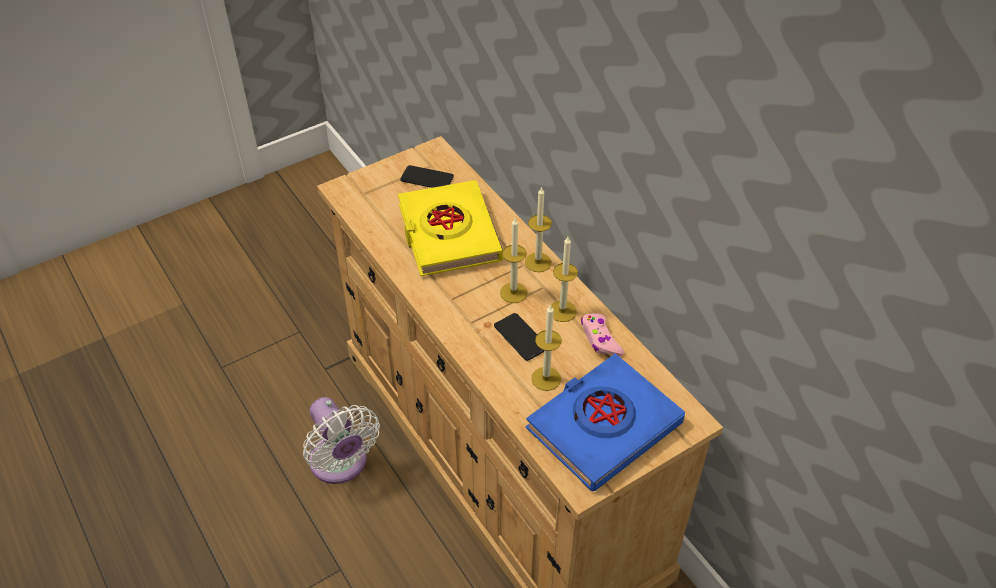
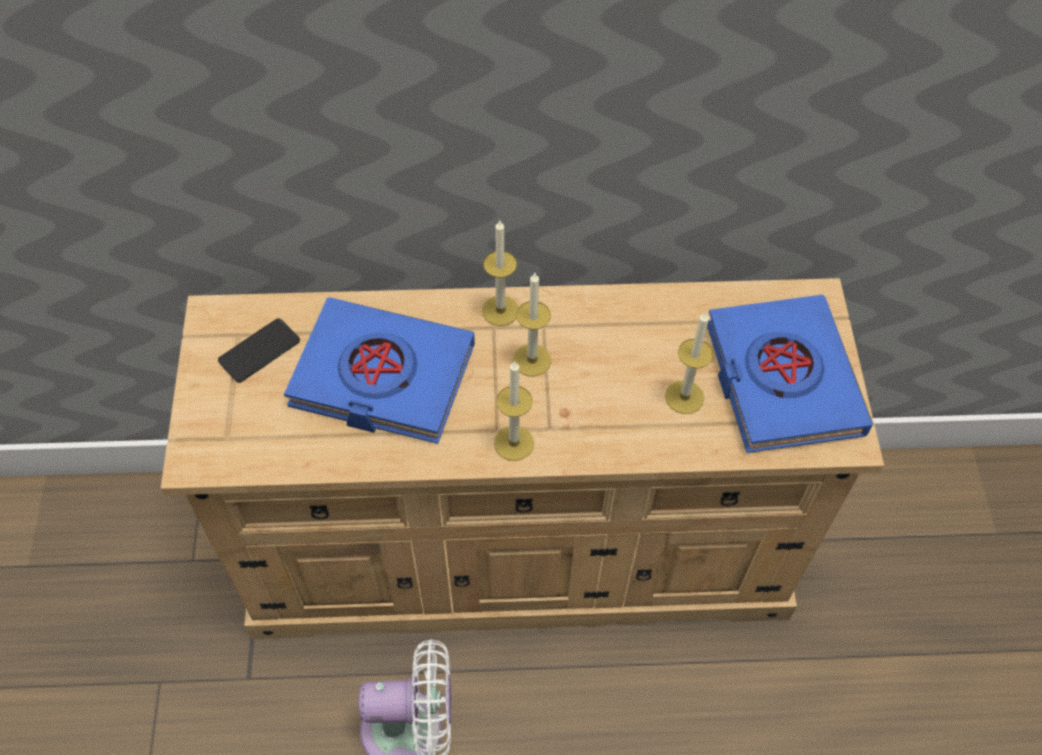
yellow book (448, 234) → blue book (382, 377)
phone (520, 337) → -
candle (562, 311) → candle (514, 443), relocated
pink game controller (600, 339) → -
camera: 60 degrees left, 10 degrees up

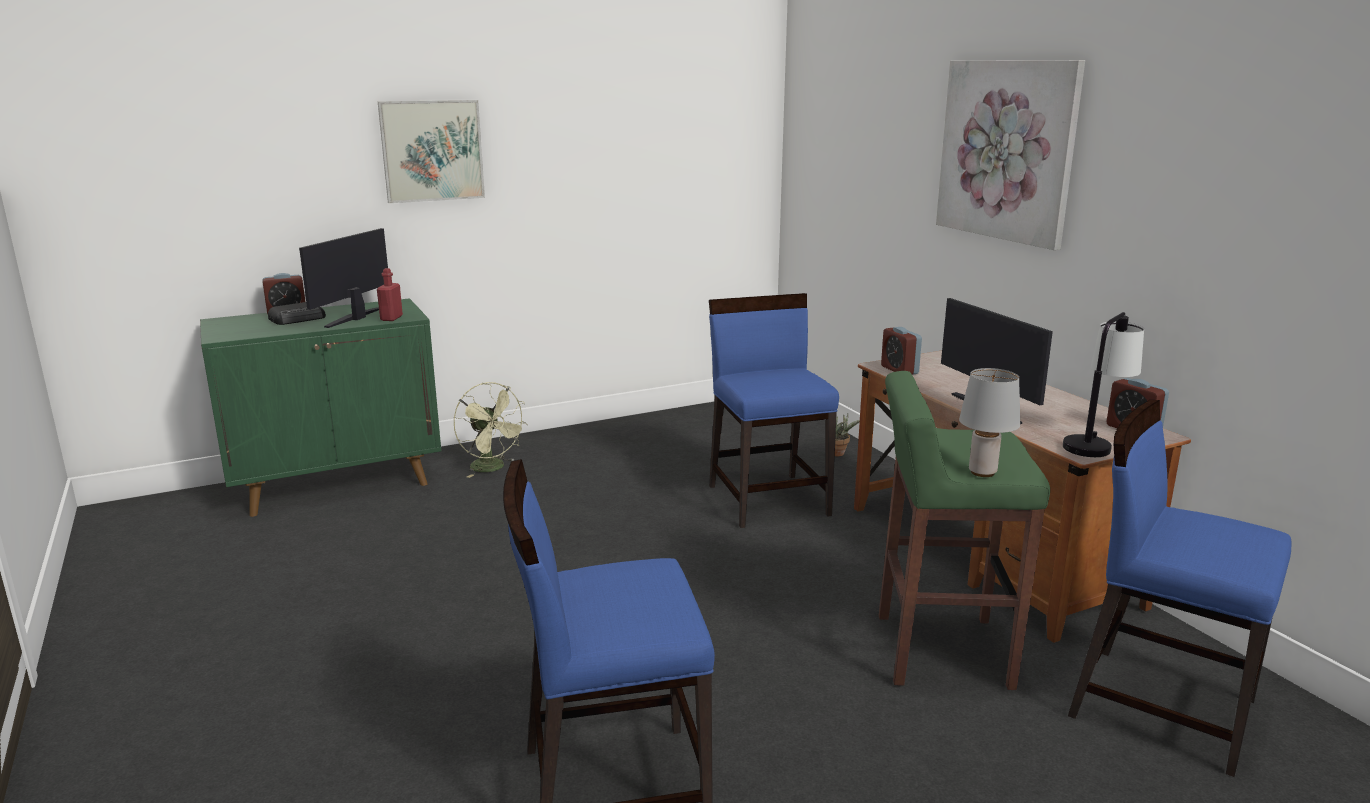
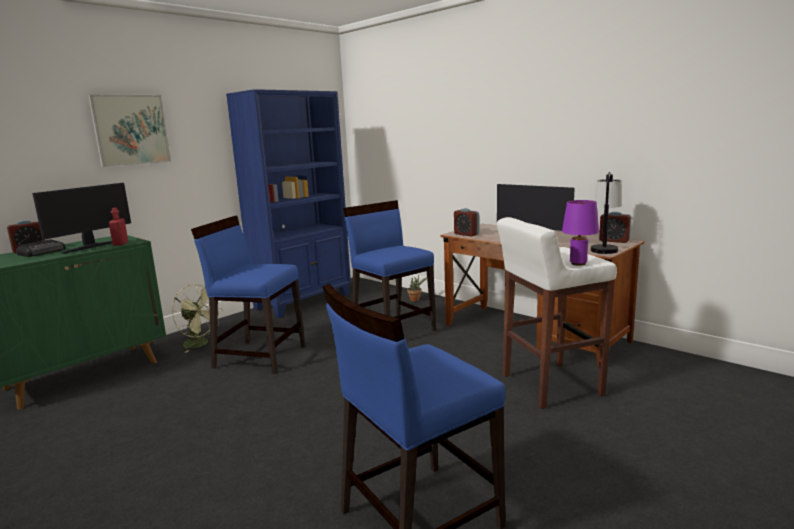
monitor (356, 318) → monitor (91, 246), 150 degrees counterclockwise
green stool (940, 651) → white stool (549, 385)
picture (1006, 150) → -
grey table lamp (982, 472) → purple table lamp (578, 263)
blue chair (1160, 706) → blue chair (259, 356), relocated
- → blue bookcase (304, 301)
camera: 20 degrees left, 5 degrees down

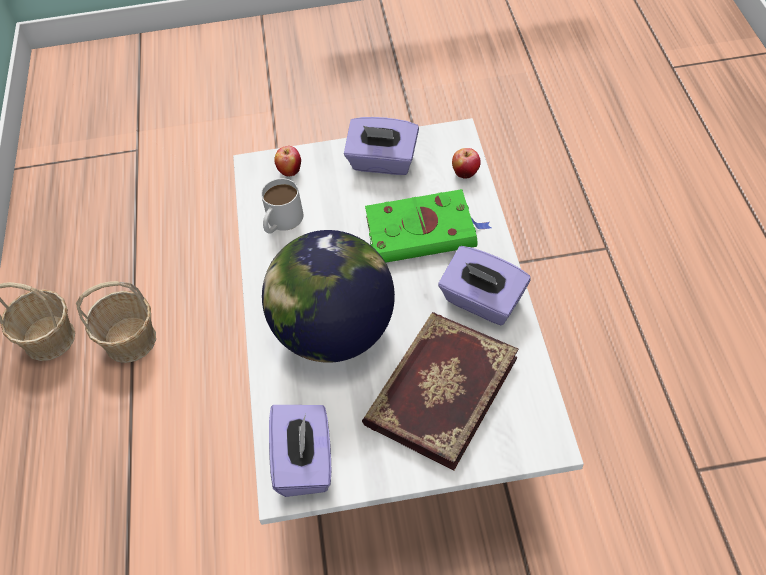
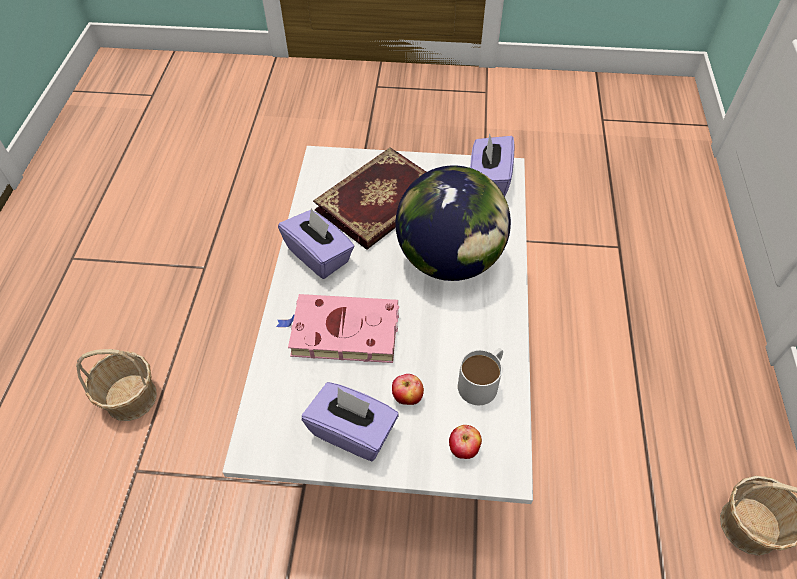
basket (131, 340) → basket (131, 397), relocated
green book (423, 231) → pink book (341, 332)
apple (465, 173) → apple (407, 398), relocated
camera: 170 degrees left, 0 degrees up

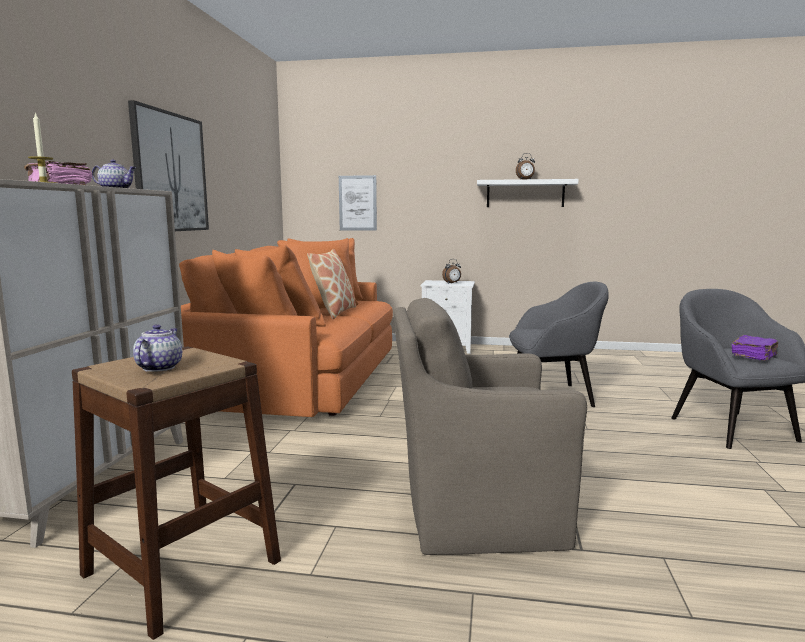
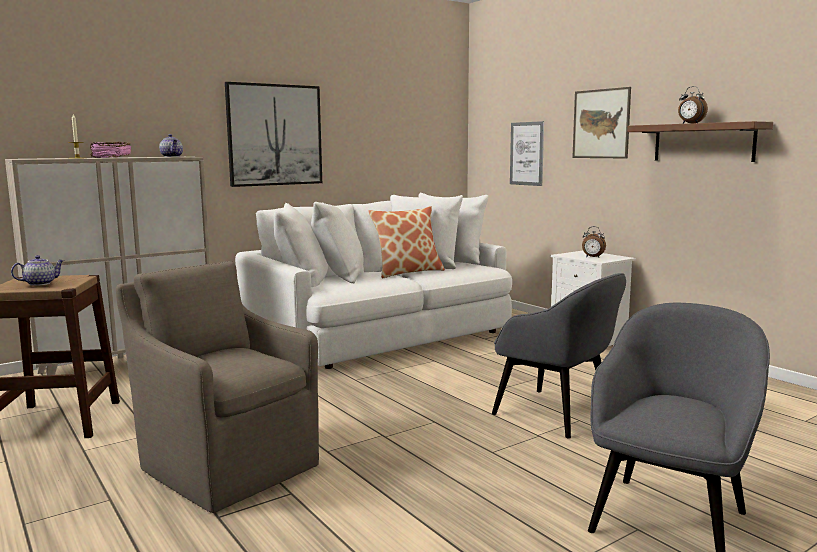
orange sofa (297, 378) → white sofa (379, 333)
white shelf (525, 194) → brown shelf (703, 142)
purple book (754, 356) → -
- → picture (601, 124)
camera: 45 degrees right, 0 degrees up

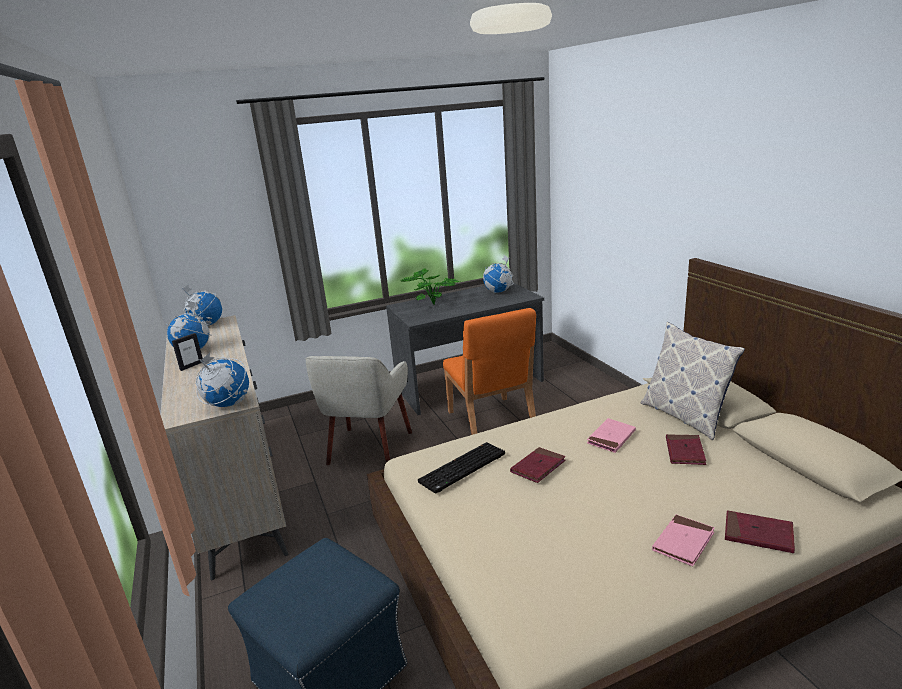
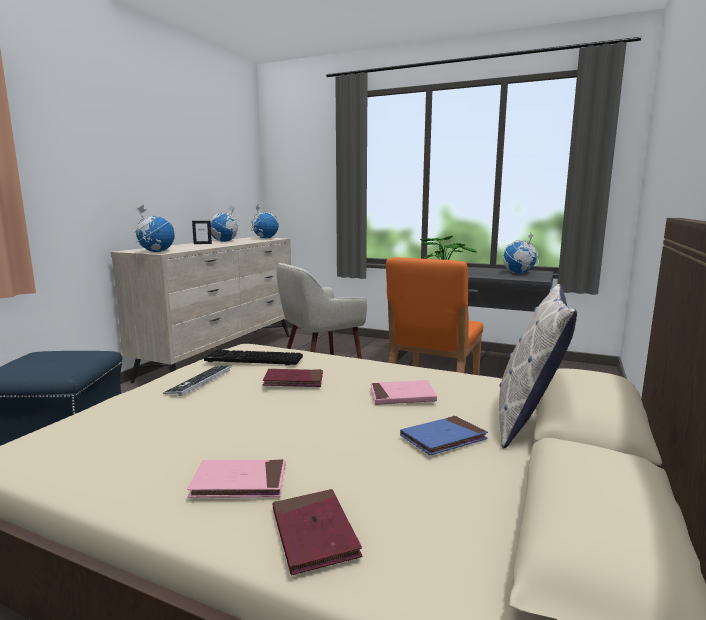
red book (684, 452) → blue book (443, 438)
- → keyboard (199, 381)
camera: 45 degrees right, 10 degrees down

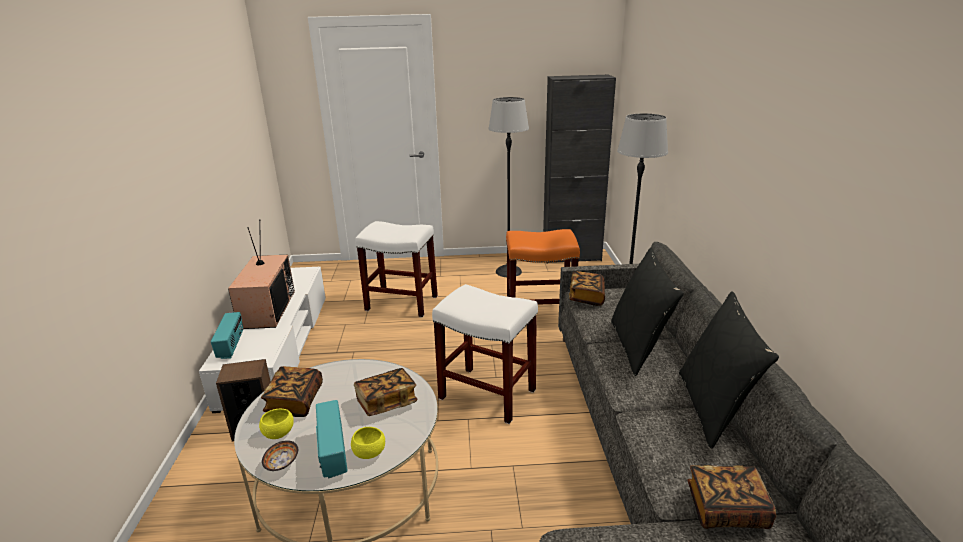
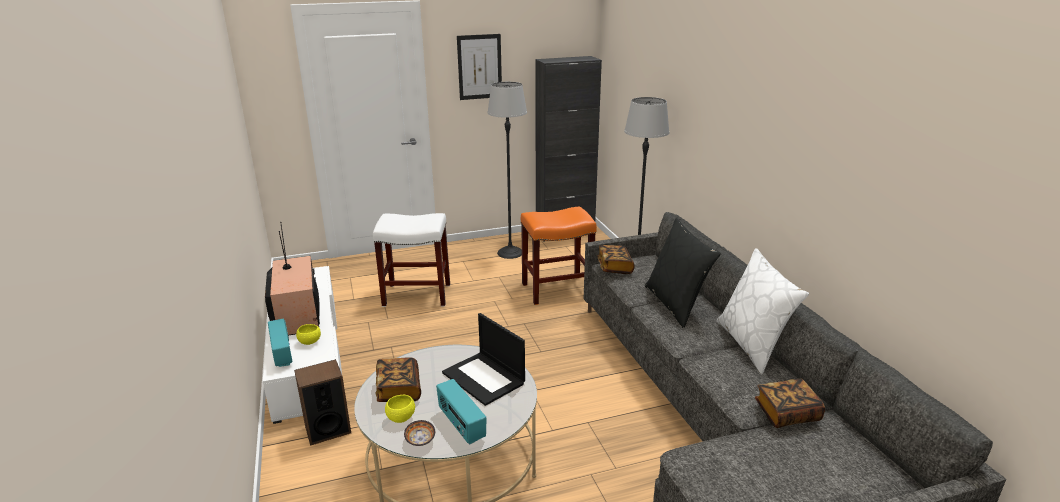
yellow bowl (369, 453) → yellow bowl (310, 342), relocated
book (386, 402) → laptop (484, 378)
white stool (488, 394) → -
black pillow (713, 408) → white pillow (752, 344)
- → picture (479, 67)
camera: 15 degrees left, 0 degrees up

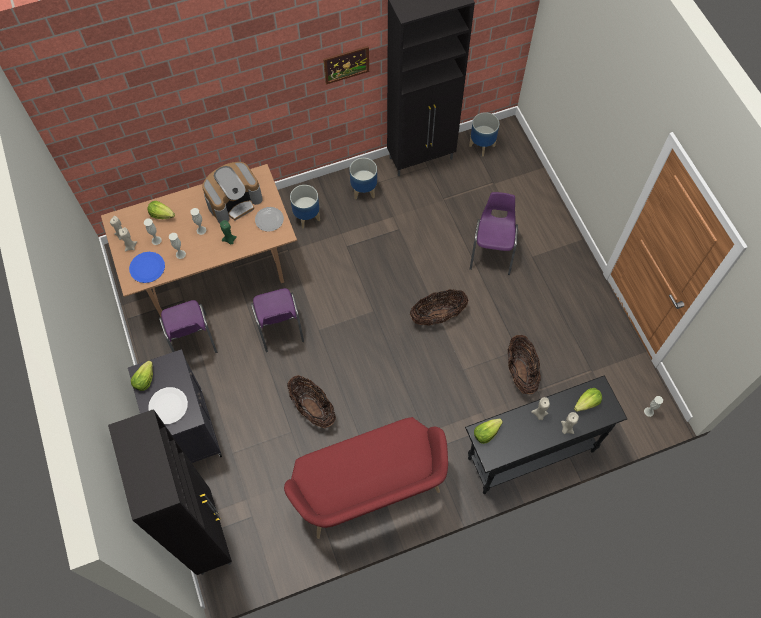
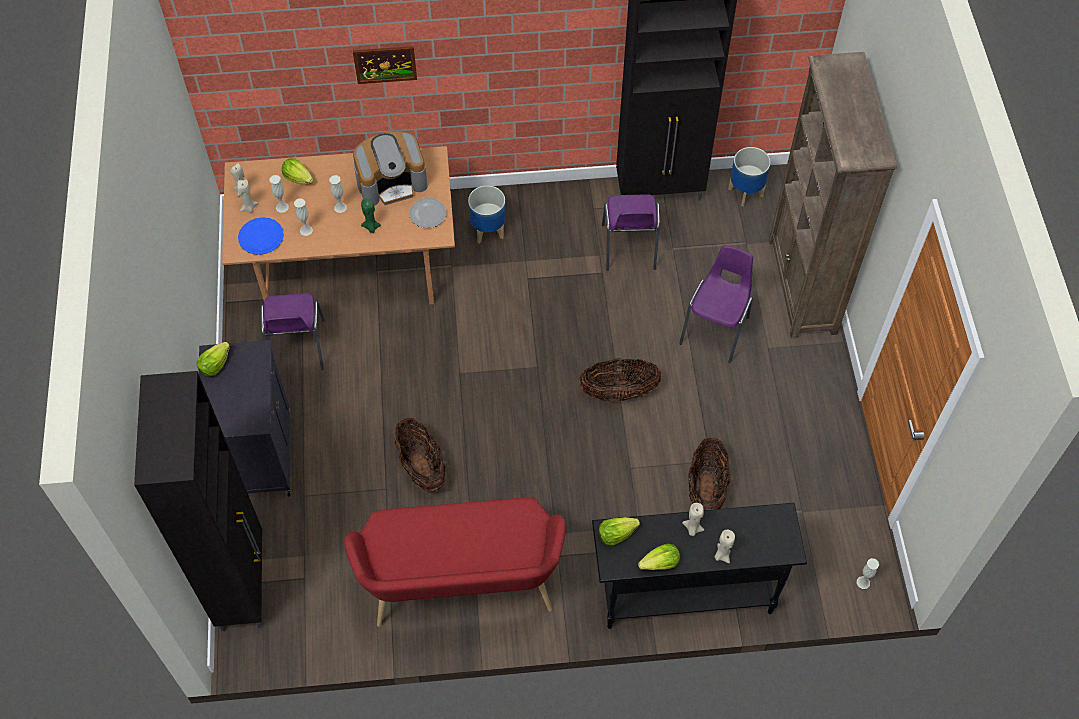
white plate (168, 406) → -
purple chair (279, 328) → purple chair (629, 248), relocated
picture (346, 64) → picture (385, 64), relocated
planter (364, 190) → -
lettuce (587, 403) → lettuce (660, 563), relocated
- → brown bookcase (802, 286)
camera: 15 degrees right, 5 degrees down

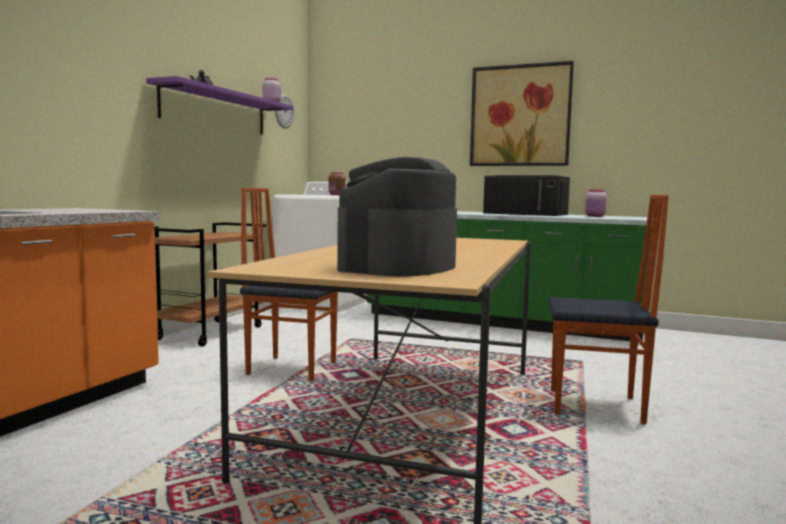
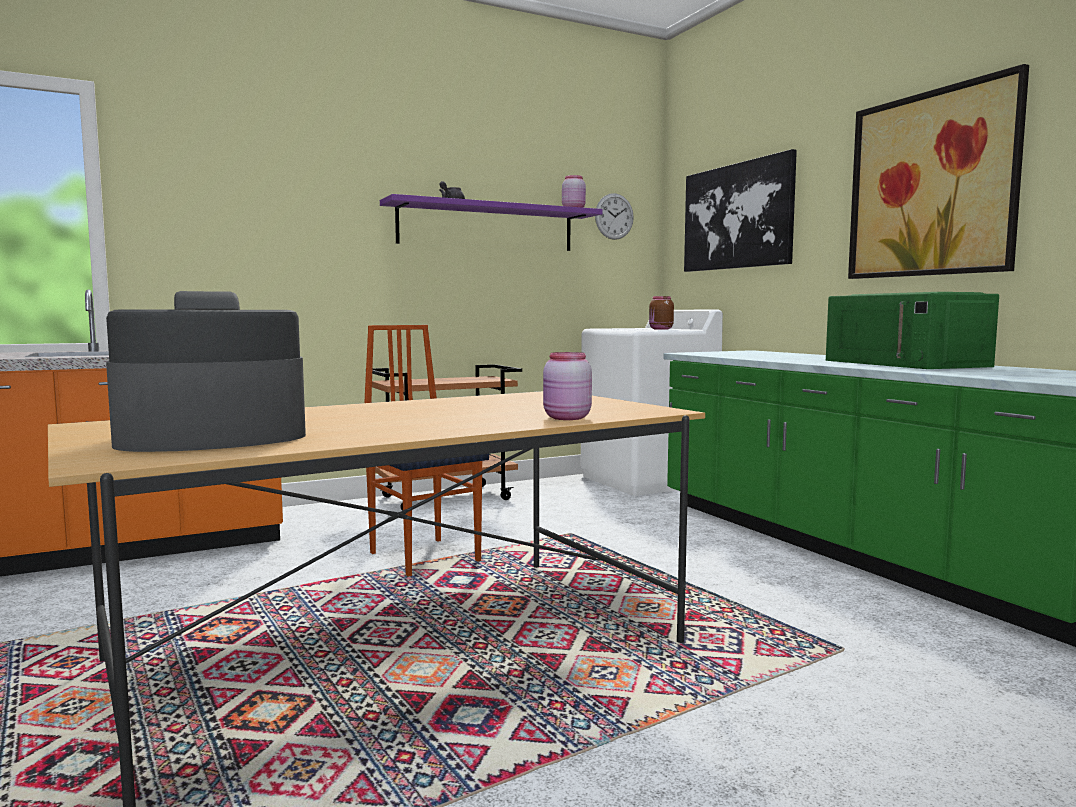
black microwave (526, 214) → green microwave (906, 363)
chair (596, 407) → -
pink jar (595, 216) → pink jar (566, 418), relocated
- → picture (737, 216)
camera: 40 degrees right, 0 degrees up

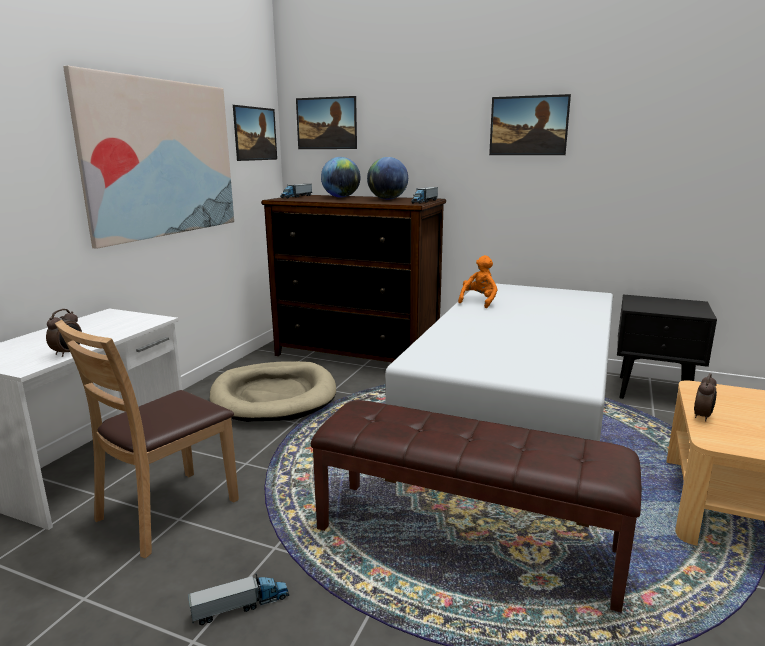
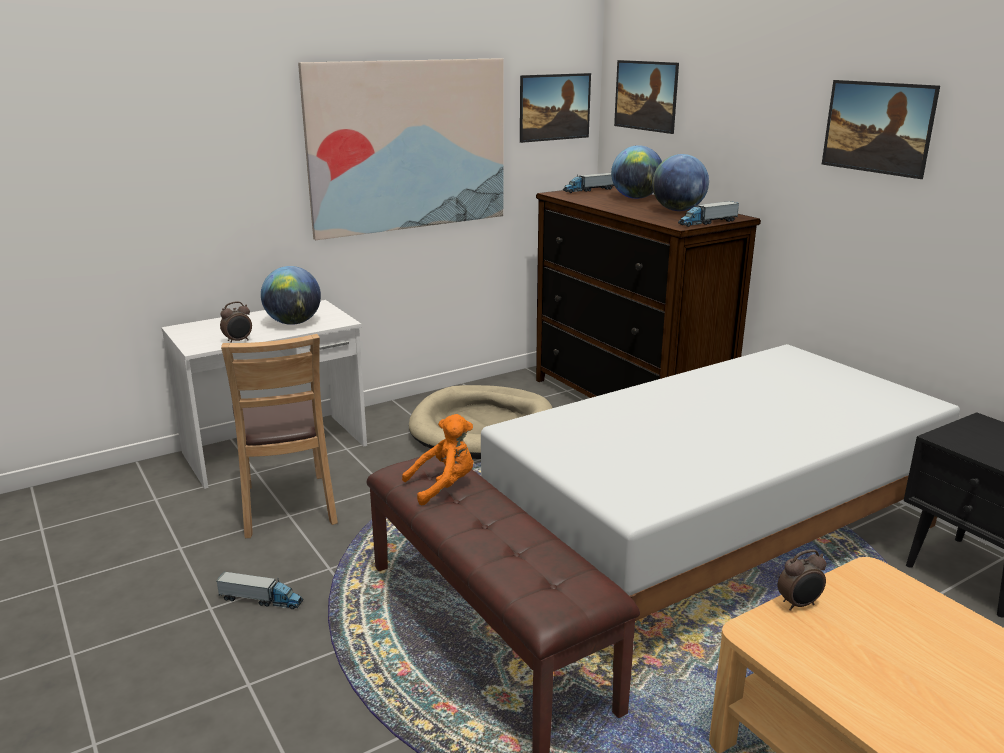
brown chair (167, 511) → brown chair (287, 506), 90 degrees counterclockwise
orange plush toy (479, 301) → orange plush toy (444, 486), relocated
- → globe (293, 323)
camera: 35 degrees right, 5 degrees up

